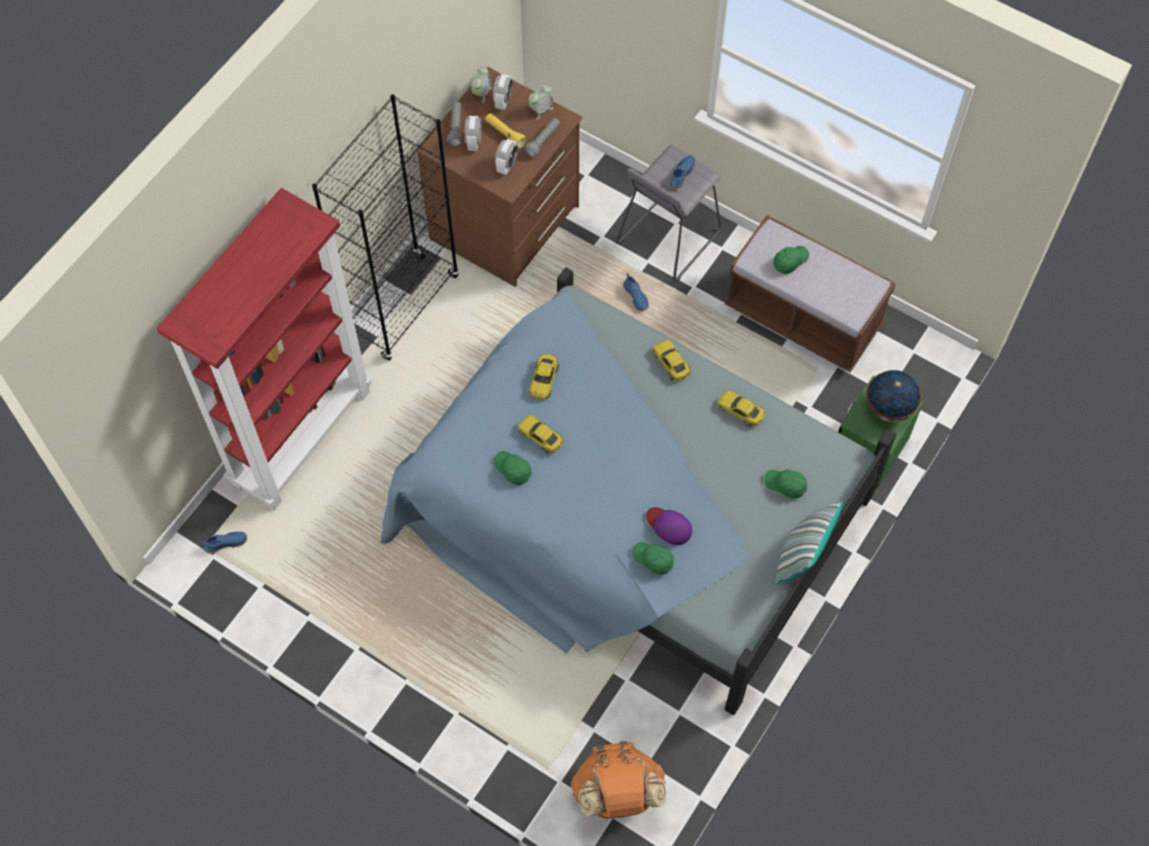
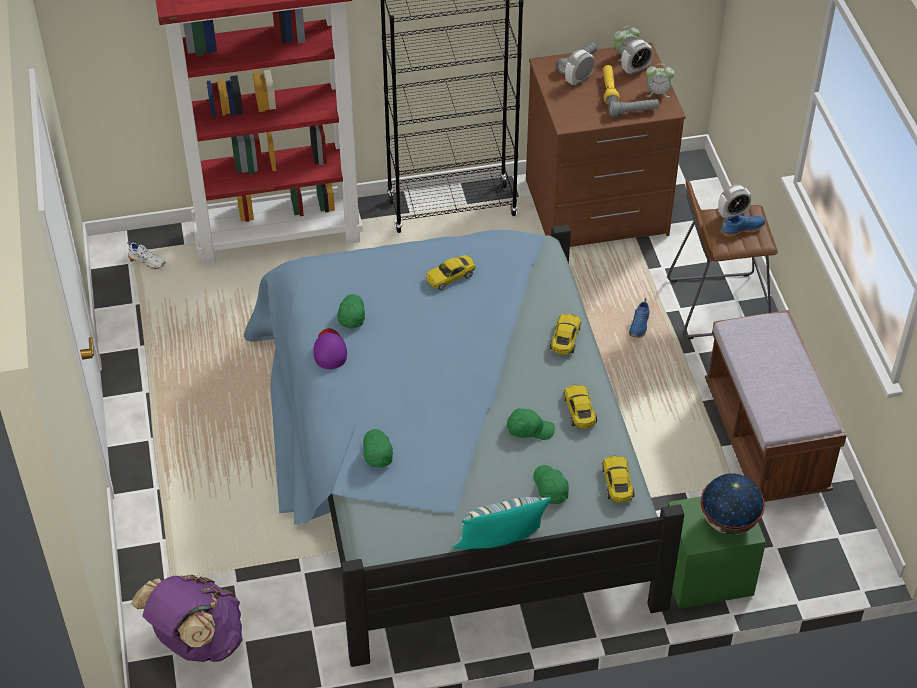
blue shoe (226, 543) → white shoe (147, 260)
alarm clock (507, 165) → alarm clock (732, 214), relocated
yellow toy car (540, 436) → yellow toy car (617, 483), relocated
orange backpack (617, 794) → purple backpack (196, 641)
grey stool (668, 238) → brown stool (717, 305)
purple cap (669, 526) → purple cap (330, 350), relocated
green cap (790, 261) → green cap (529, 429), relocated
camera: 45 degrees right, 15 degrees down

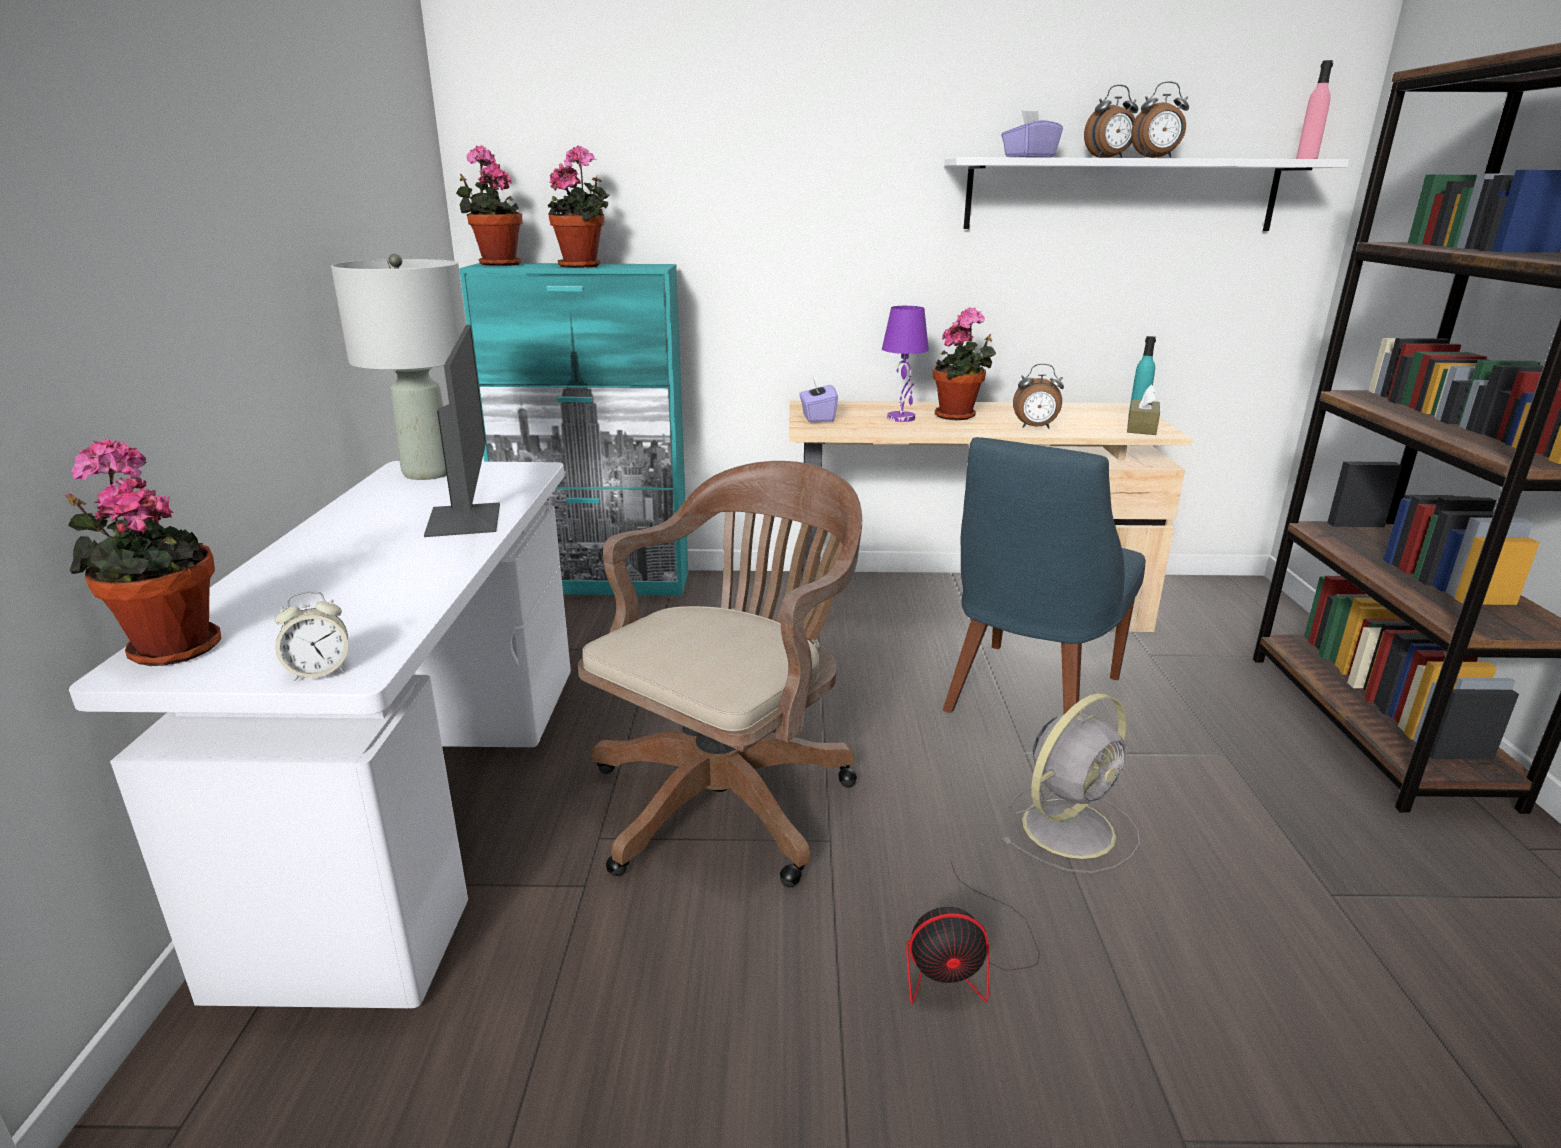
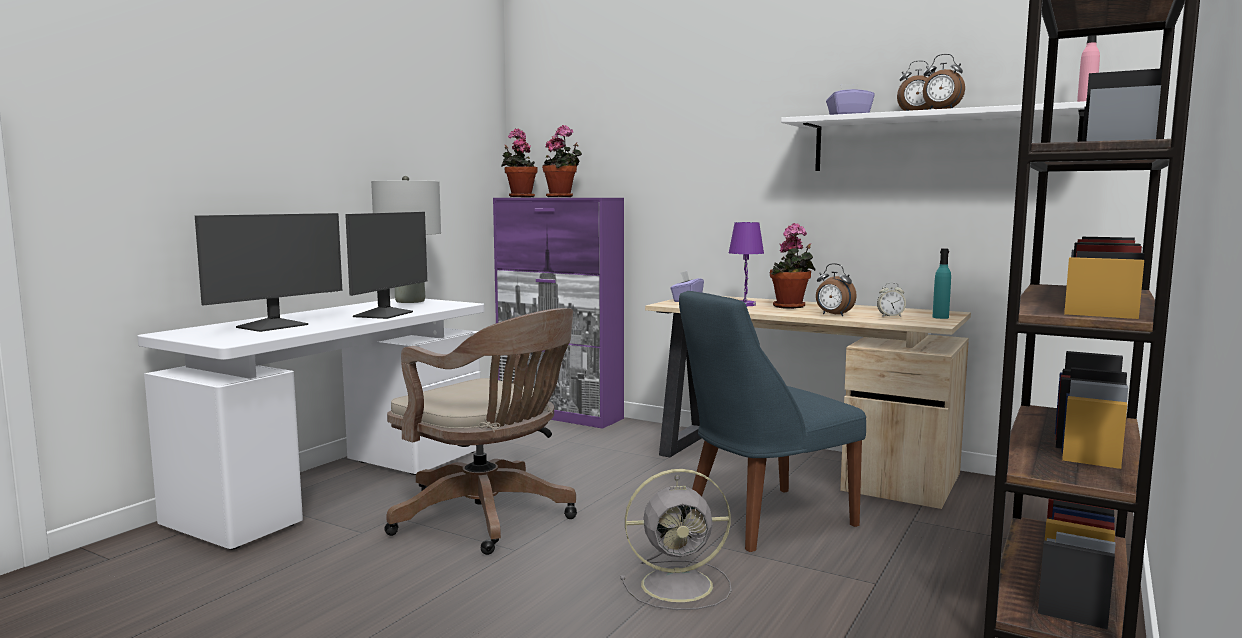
potted plant (169, 647) → -
alarm clock (319, 671) → alarm clock (890, 316), relocated
turquoise cabinet (598, 583) → purple cabinet (560, 414)
brown office chair (730, 795) → brown office chair (489, 518), 60 degrees clockwise
fan (964, 961) → -
brown tissue box (1141, 428) → -
- → monitor (274, 326)
camera: 30 degrees right, 15 degrees down

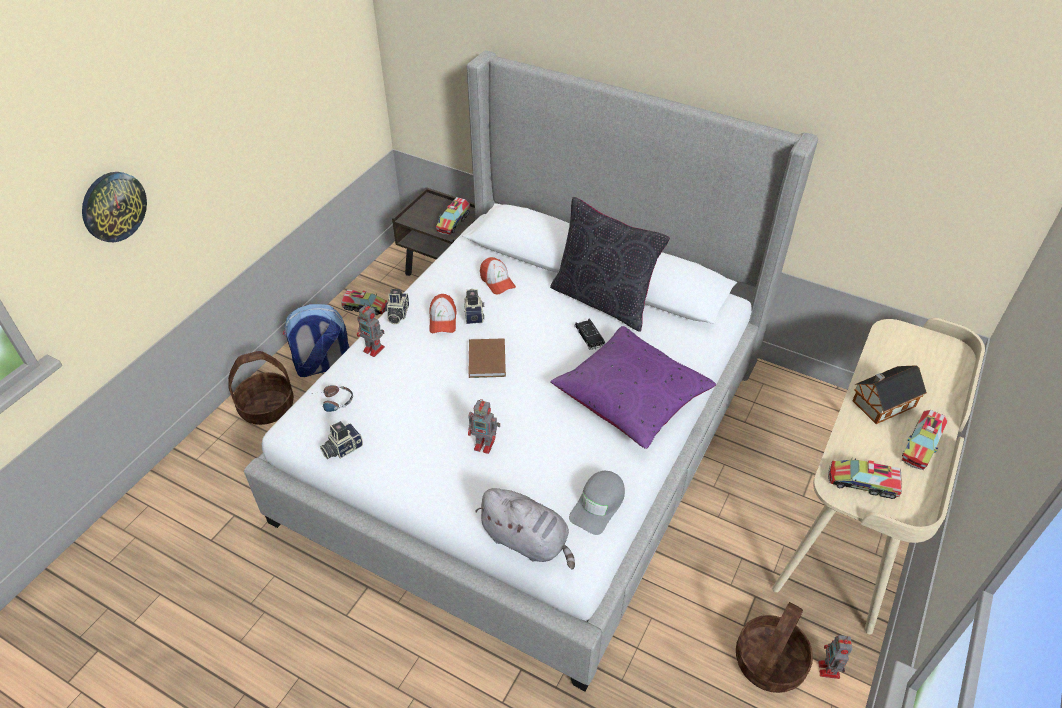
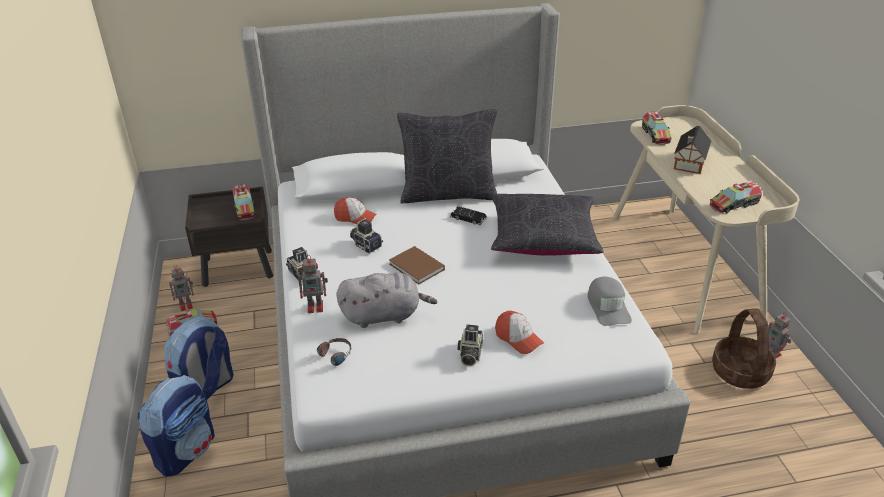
wall clock (113, 206) → -
basket (267, 406) → backpack (186, 450)
photo camera (342, 448) → photo camera (469, 354), relocated
cap (443, 320) → cap (518, 338), relocated
toy robot (485, 445) → toy robot (186, 305), relocated
grey plush toy (527, 541) → grey plush toy (384, 315), relocated
purple pillow (631, 397) → black pillow (543, 238)
toy truck (921, 445) → toy truck (655, 135), relocated
camera: 40 degrees left, 10 degrees down

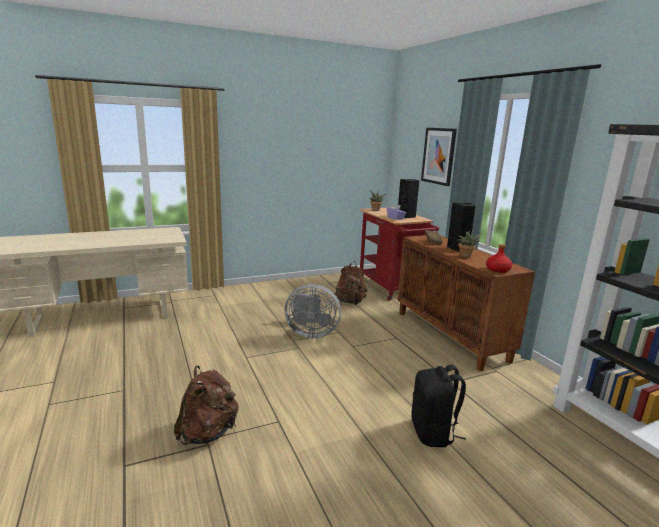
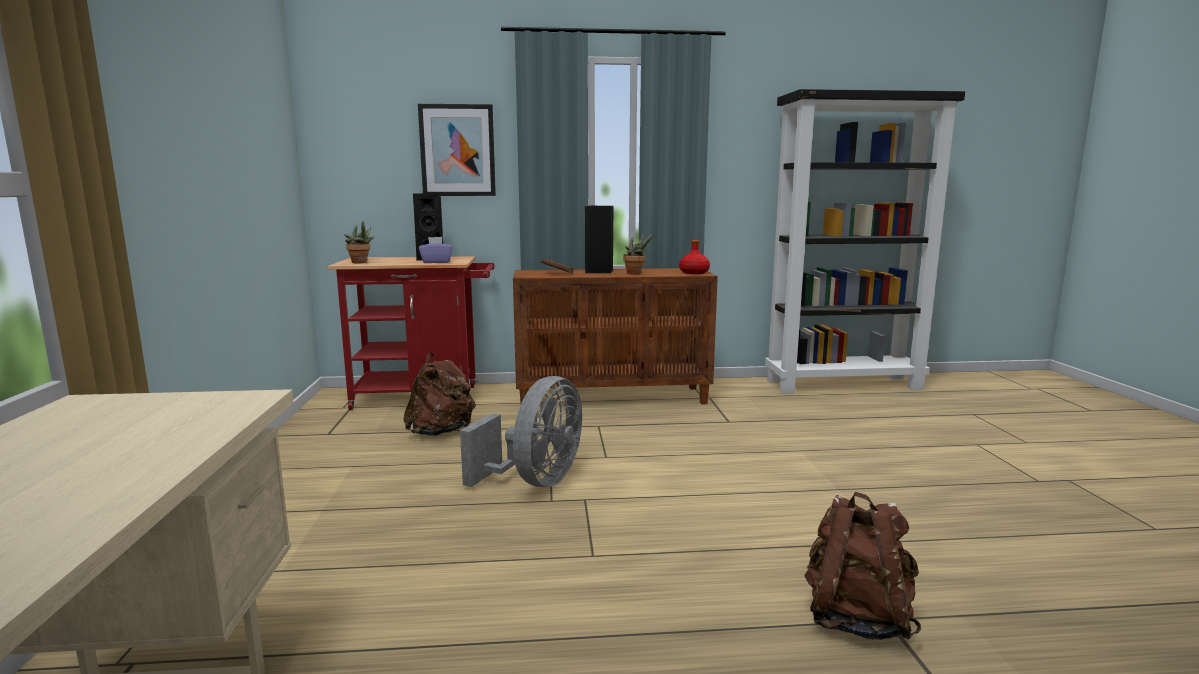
black backpack (433, 433) → -
camera: 70 degrees left, 5 degrees down

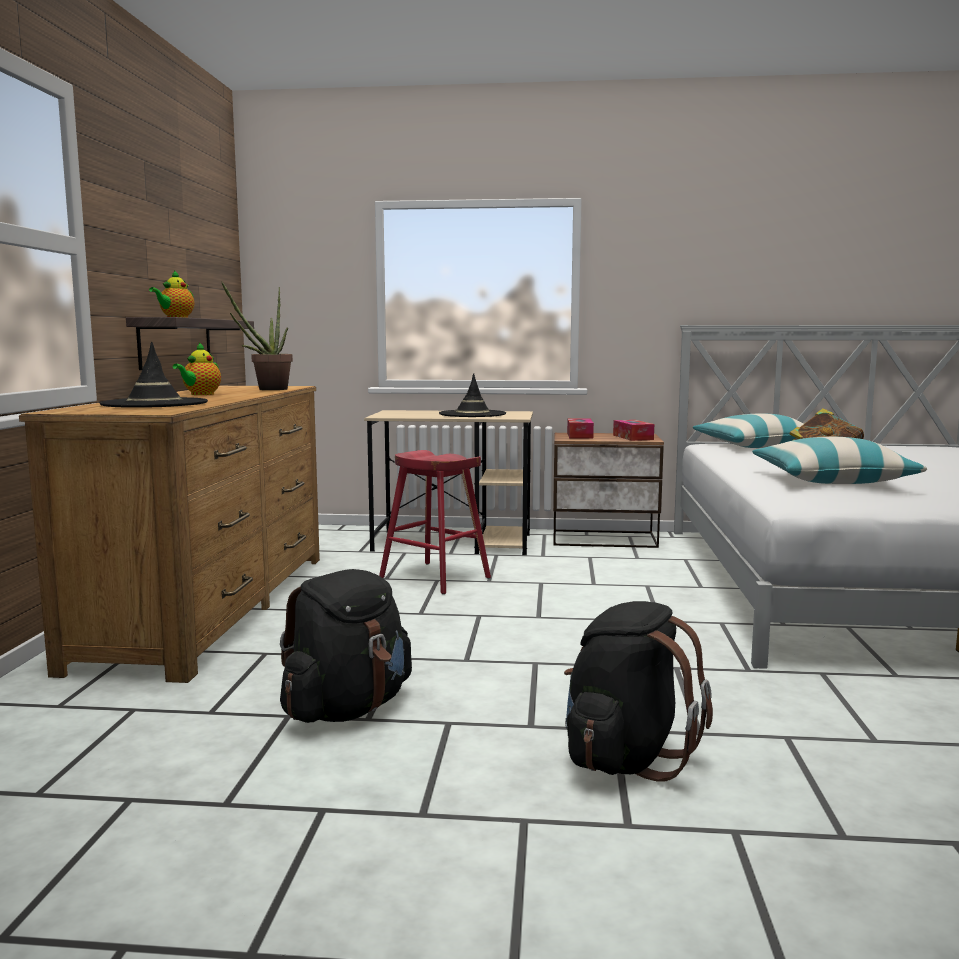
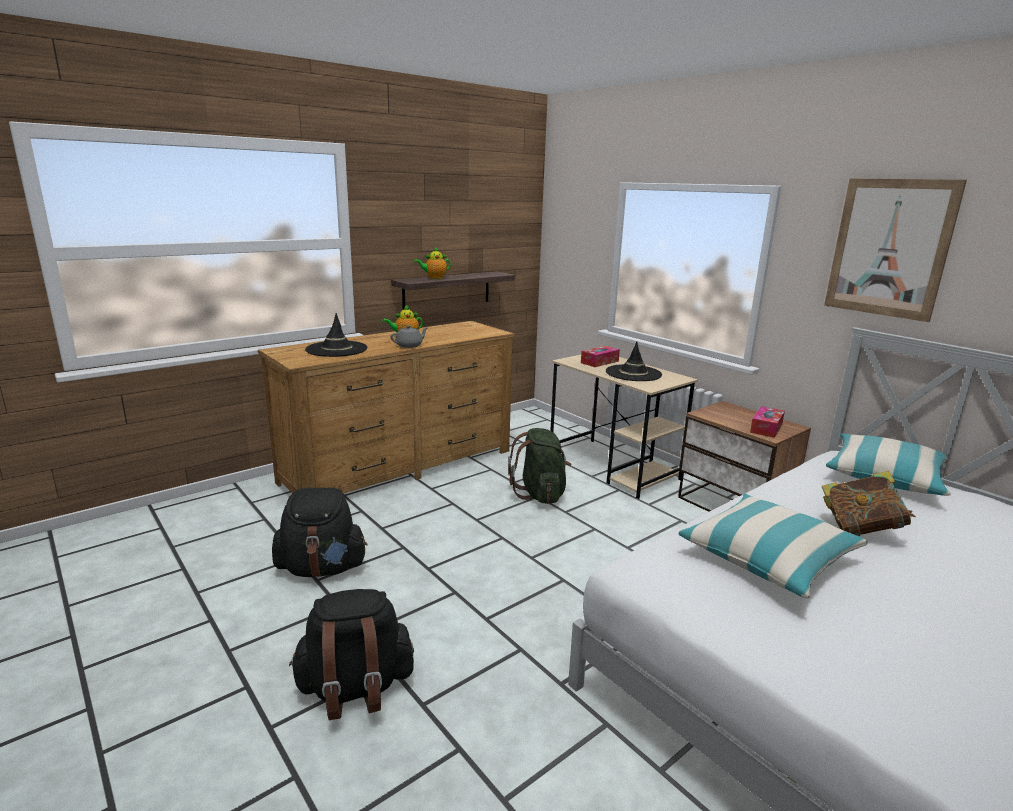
potted plant (267, 389) → -
red stool (435, 578) → green backpack (540, 494)
tissue box (579, 435) → tissue box (599, 362), relocated
- → grey teapot (409, 345)
- → picture (889, 248)
camera: 45 degrees right, 10 degrees up

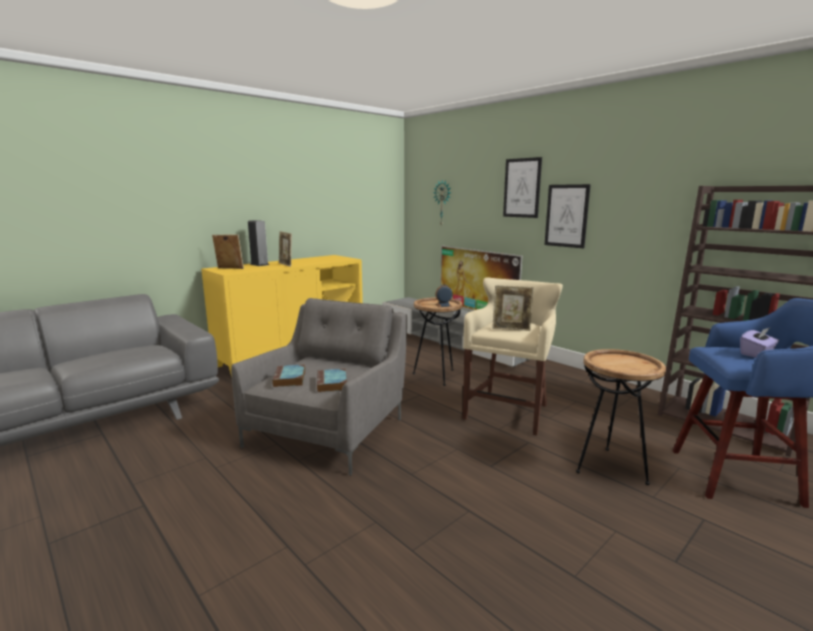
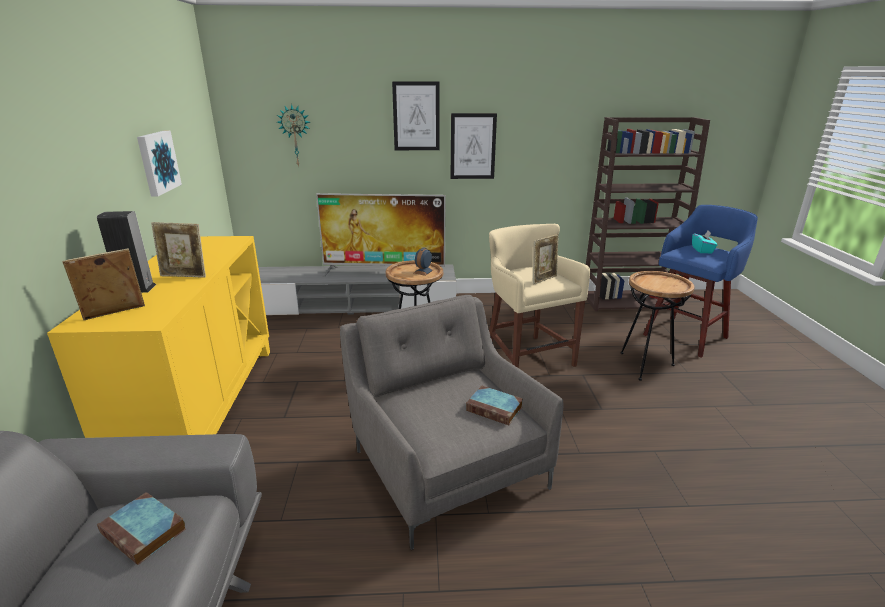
book (290, 379) → book (145, 532), relocated
purple tissue box (757, 354) → turquoise tissue box (702, 250)
- → picture (157, 162)
camera: 50 degrees left, 10 degrees up

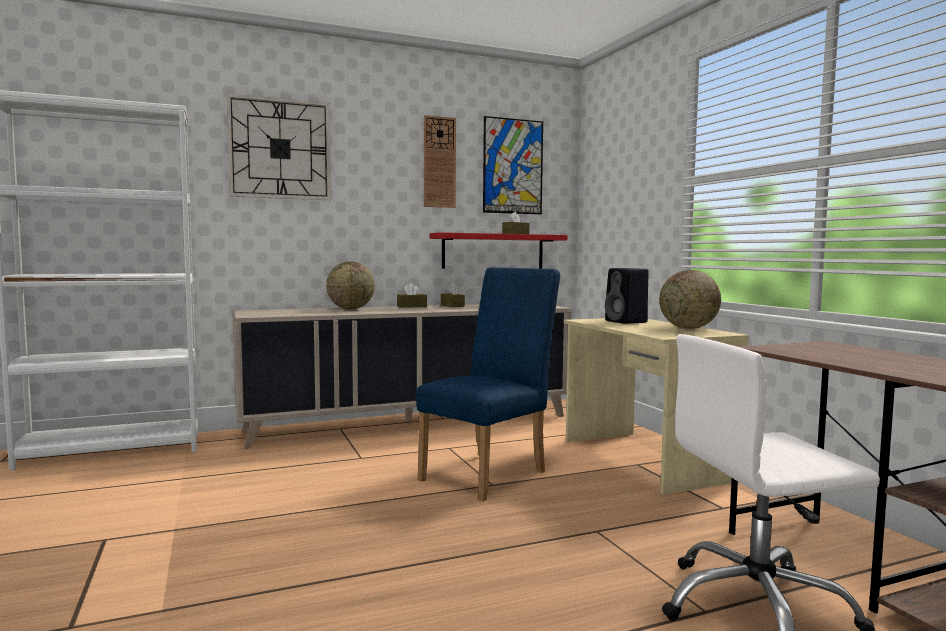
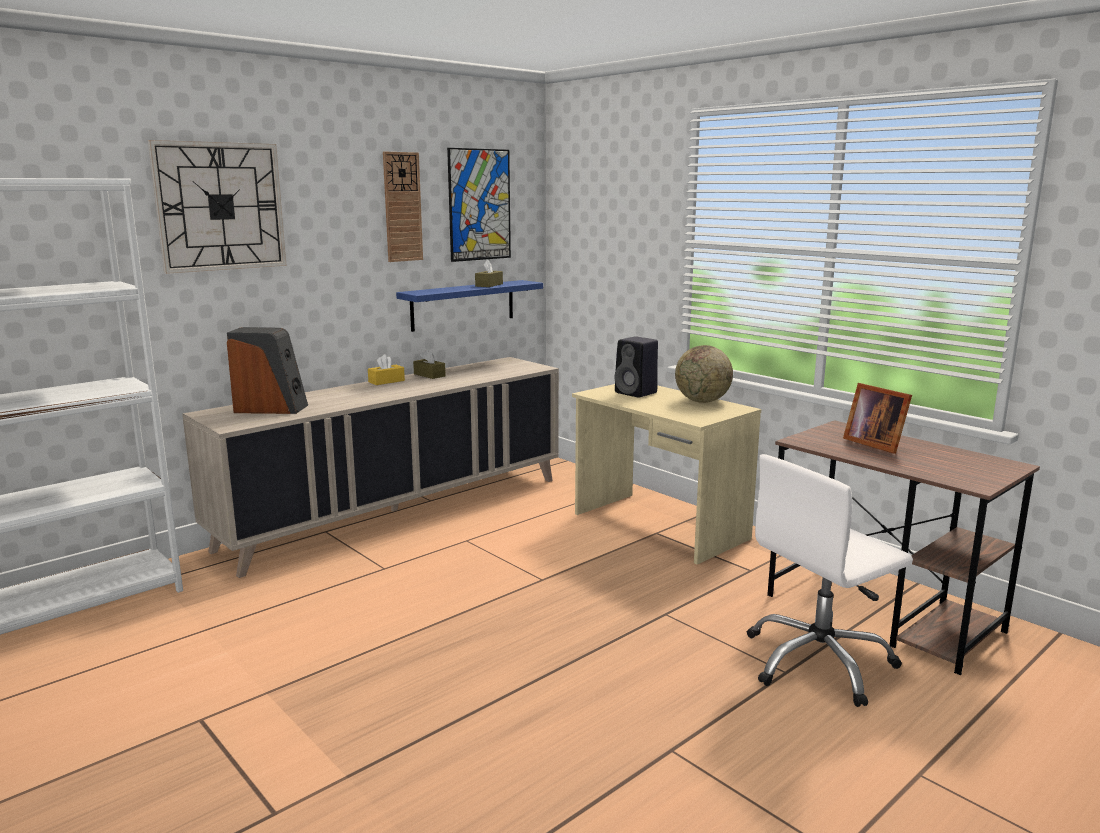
globe (351, 309) → -
brown tissue box (412, 306) → yellow tissue box (386, 381)
blue chair (490, 473) → -
red shelf (493, 251) → blue shelf (463, 305)
- → speaker (271, 408)
- → picture frame (874, 443)
camera: 20 degrees left, 10 degrees up

